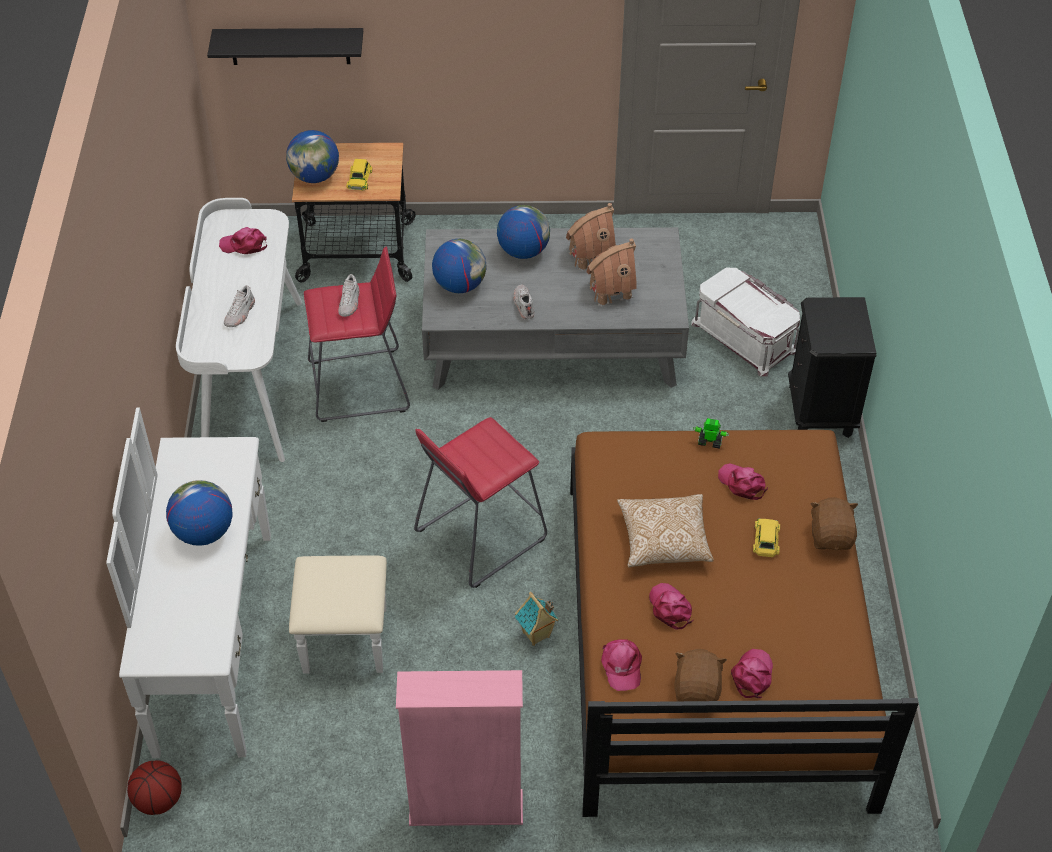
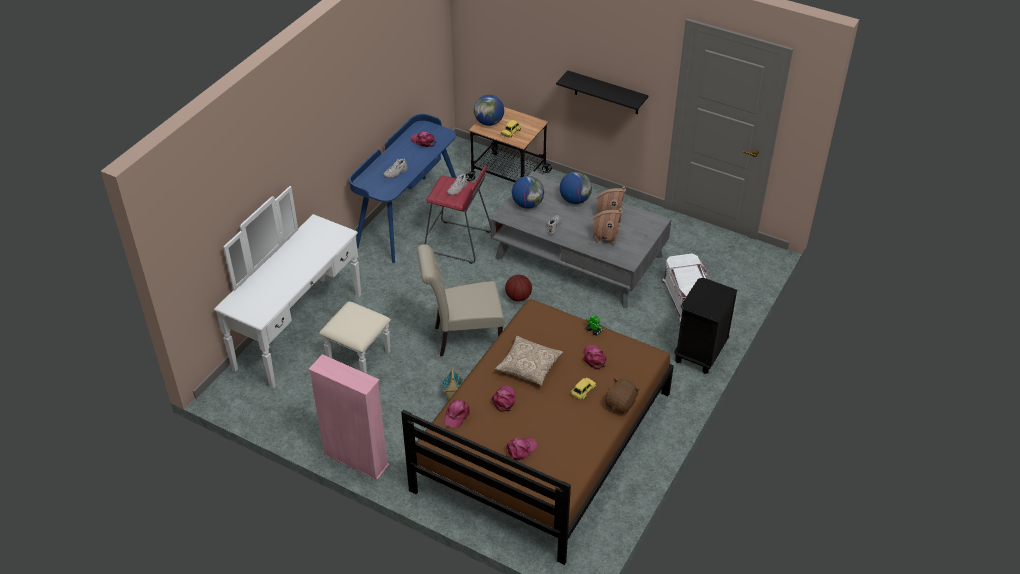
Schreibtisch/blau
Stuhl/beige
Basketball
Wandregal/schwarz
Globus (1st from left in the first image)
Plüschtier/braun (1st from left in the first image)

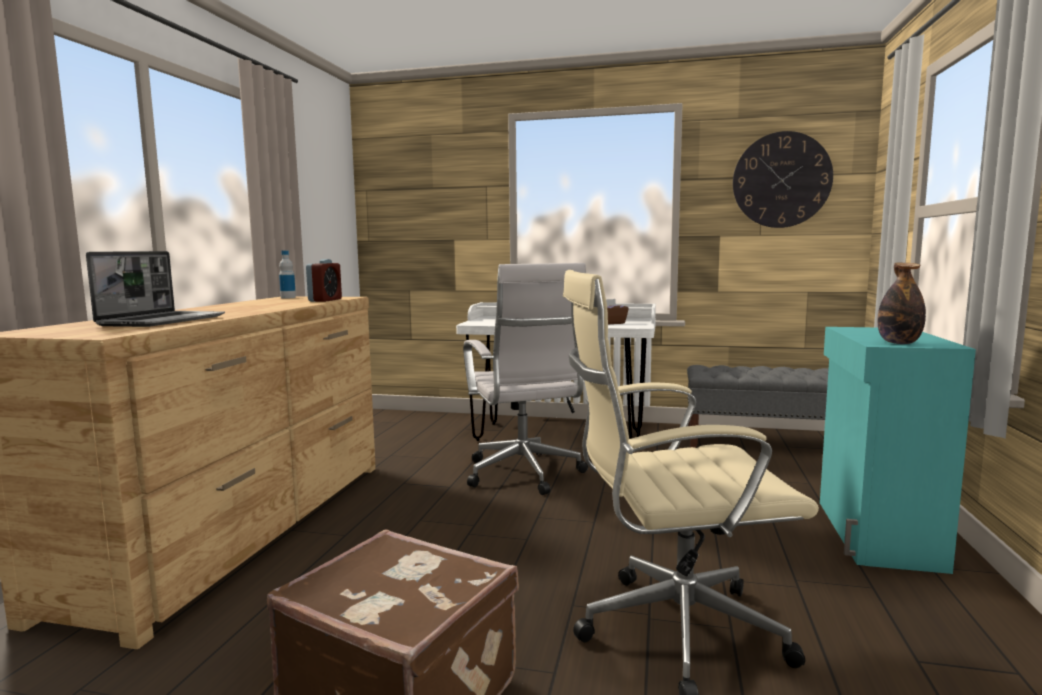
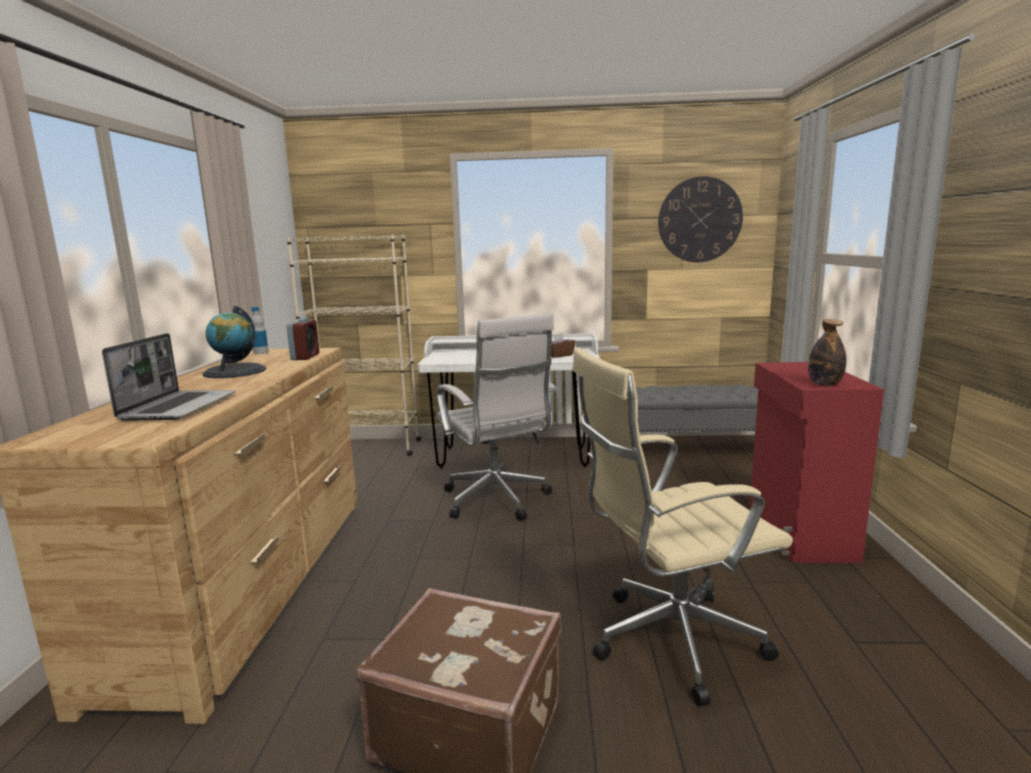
Globus
Bücherregal/beige
Schrank/rot

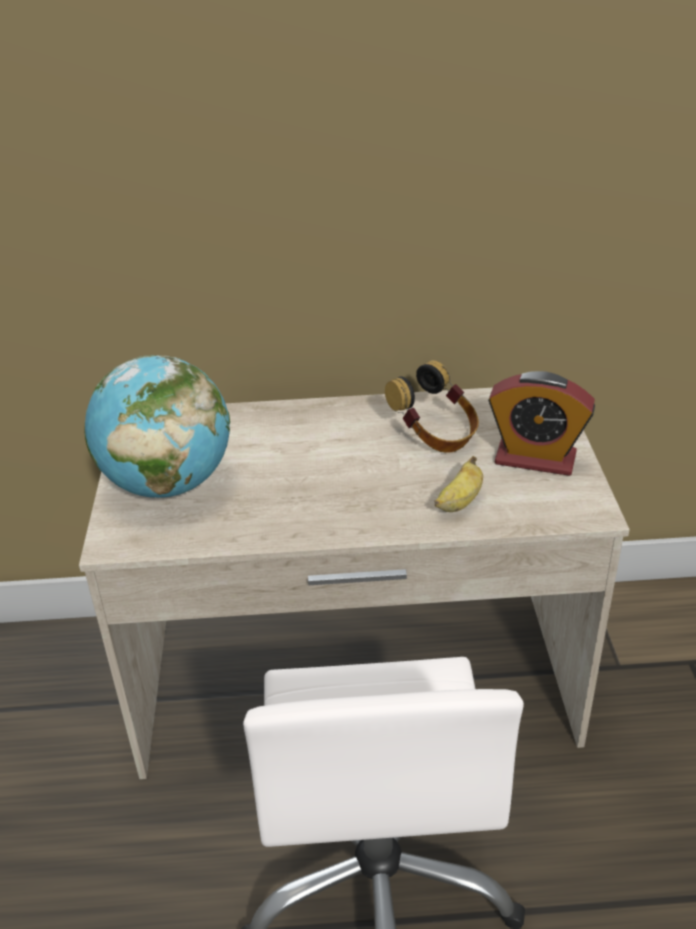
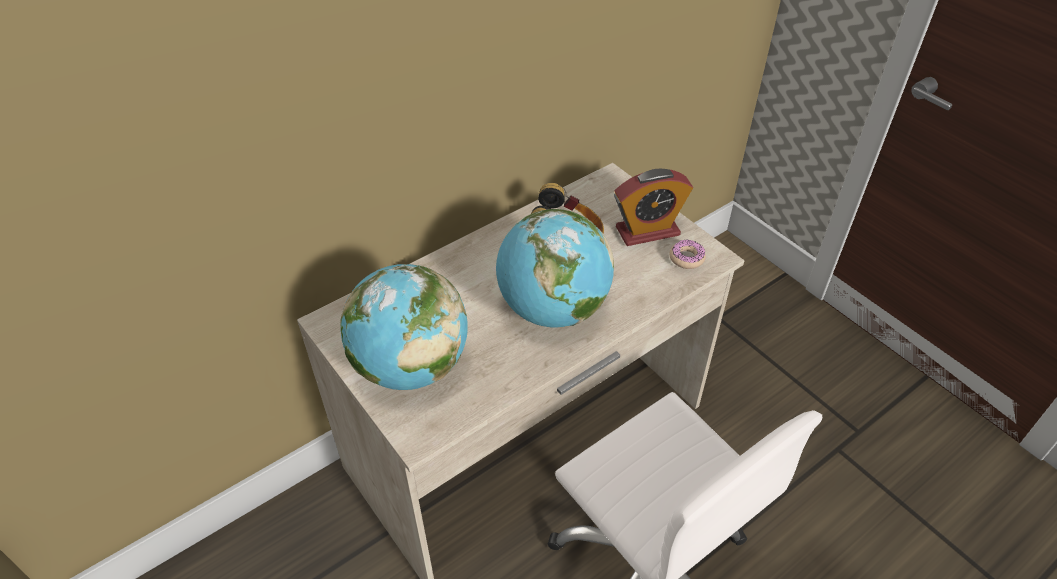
Globus (2nd from left)
Donut
Banane

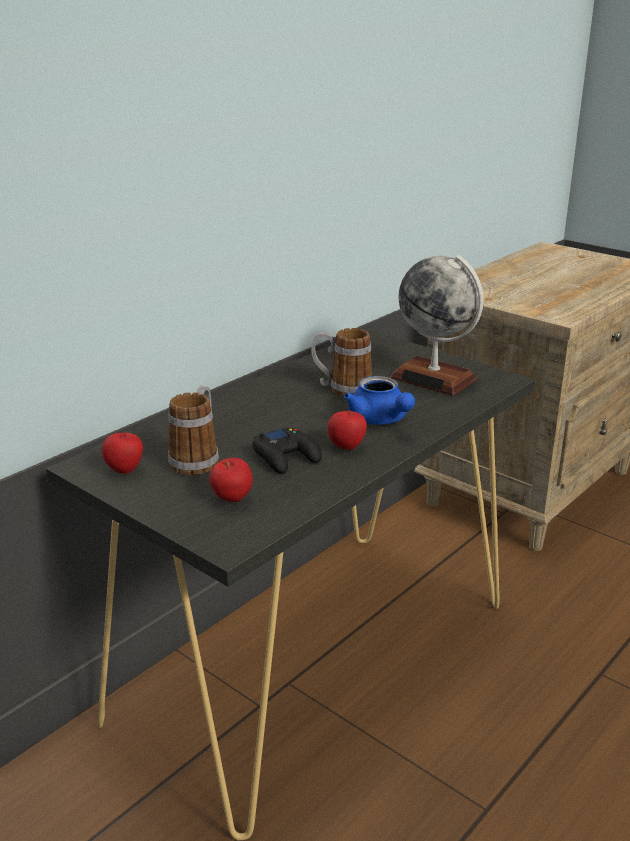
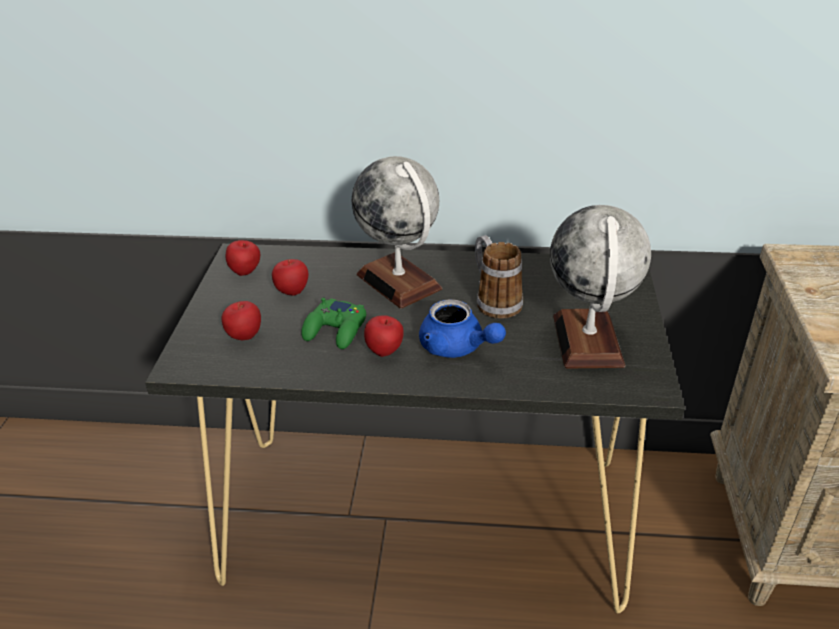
Apfel (3rd from left)
Gamepad/grün
Globus (1st from left)
Teekanne/blau

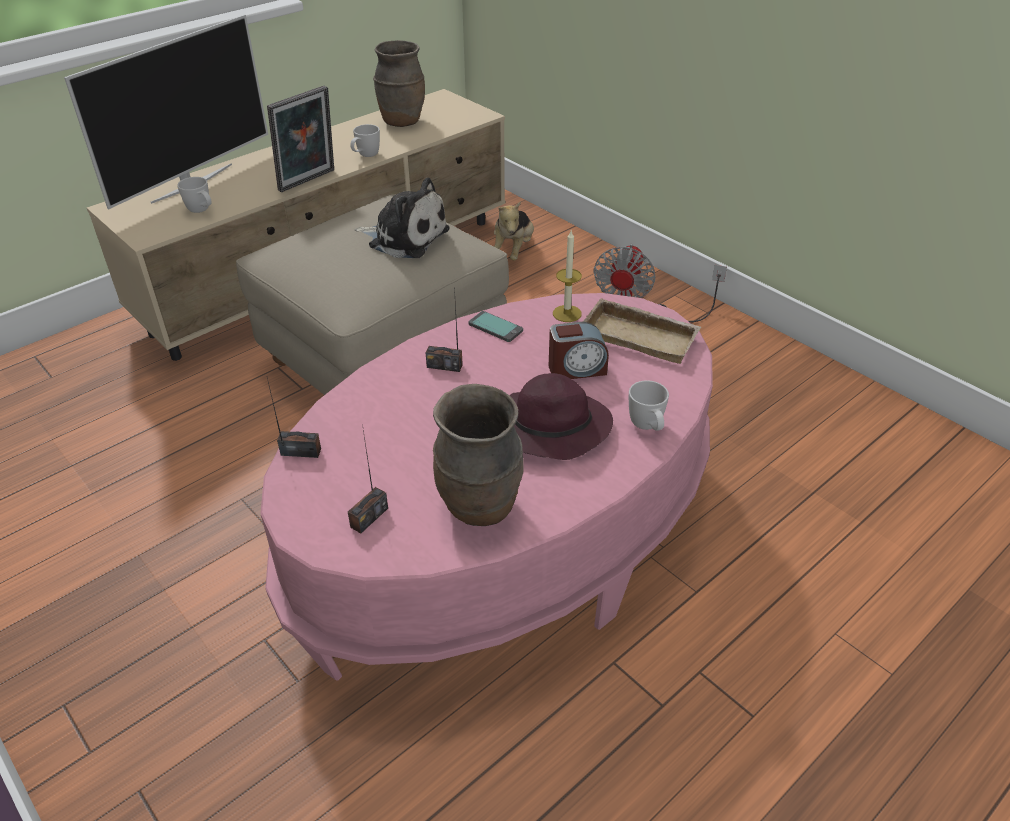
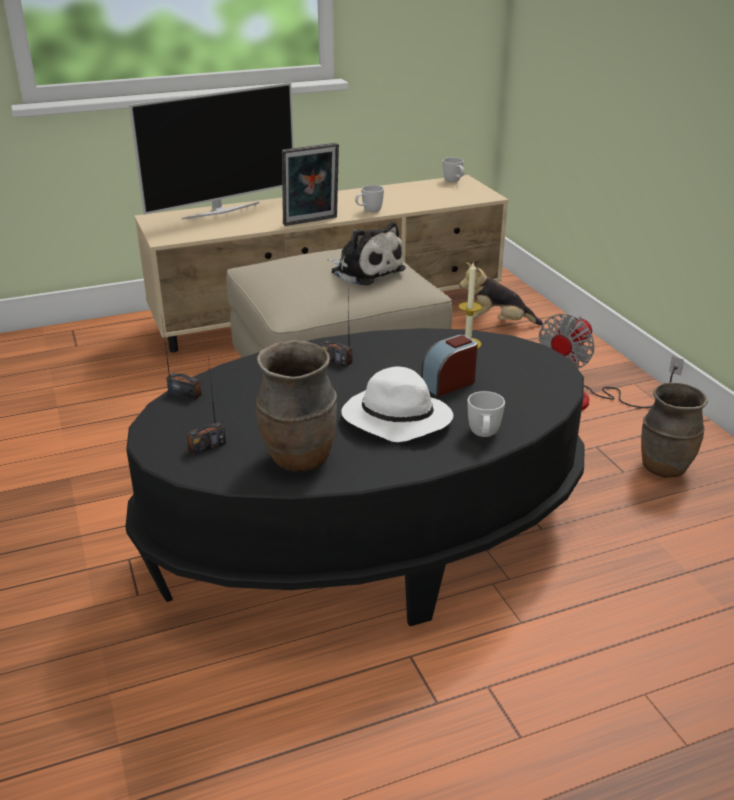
Couchtisch/schwarz
Hut/weiß
Wecker
Henkelbecher/weiß (2nd from left)
Plüschtier (2nd from left)
Vase/braun (2nd from left)
Handy
Tablett/beige

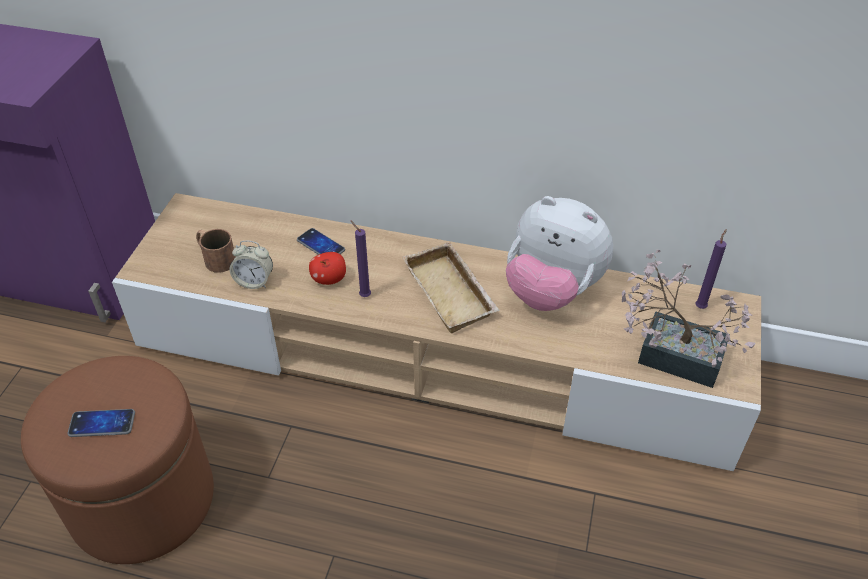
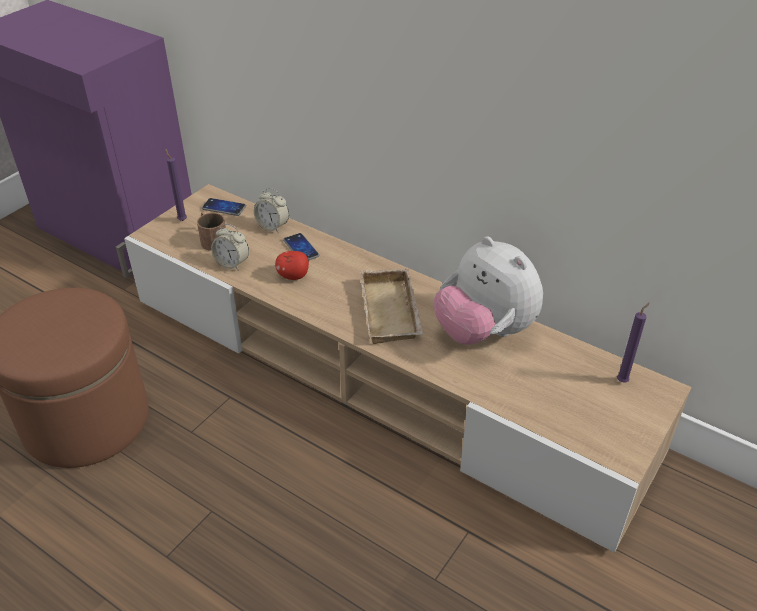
Kerze/lila (1st from left)
Handy (1st from left)
Wecker (2nd from left)
Topfpflanze

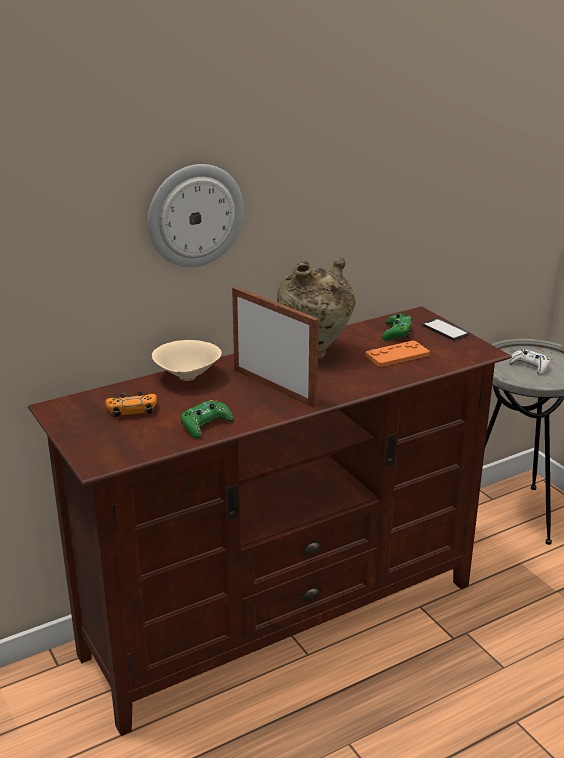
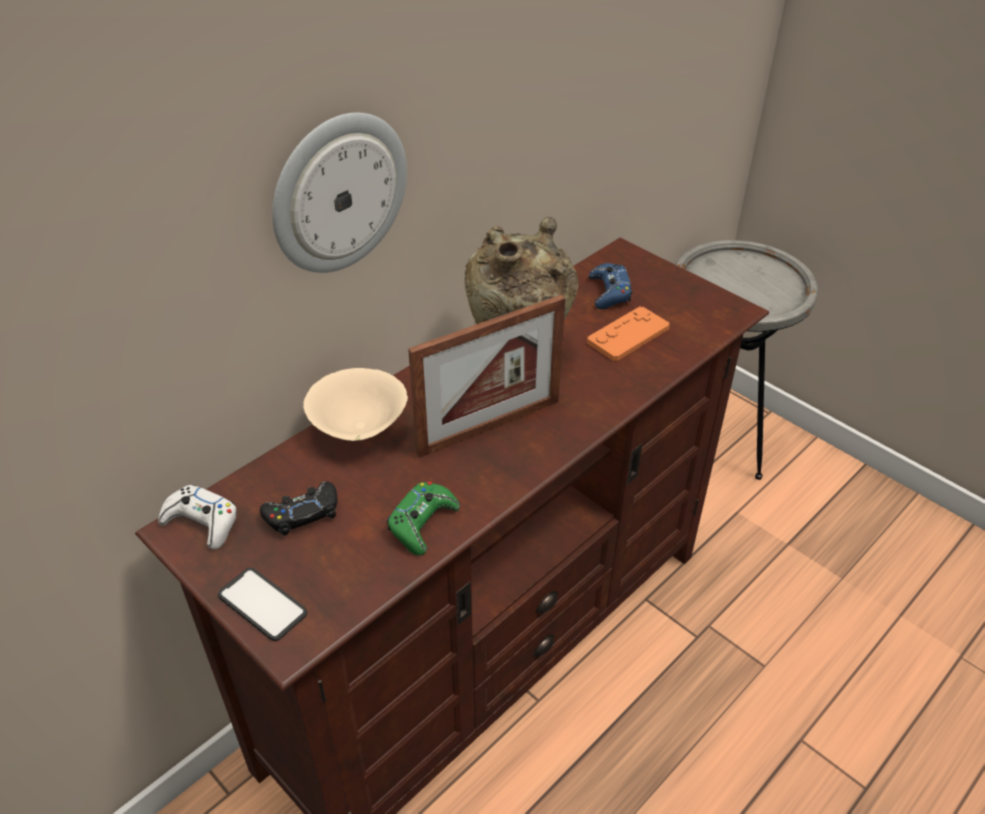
Gamepad/weiß
Handy
Gamepad/schwarz
Bilderrahmen
Gamepad/blau

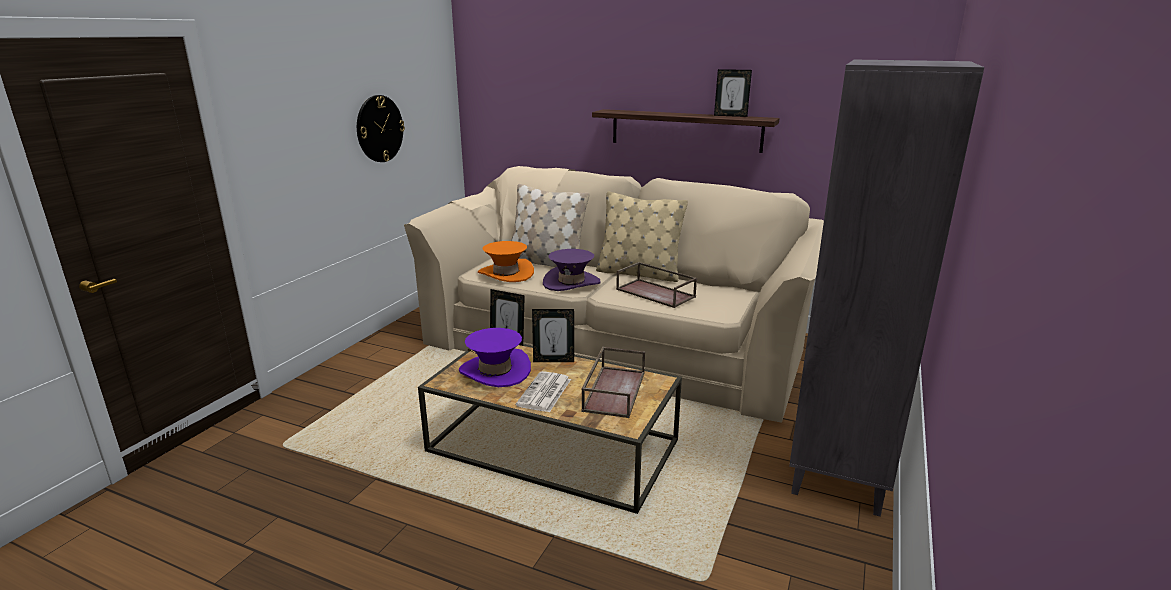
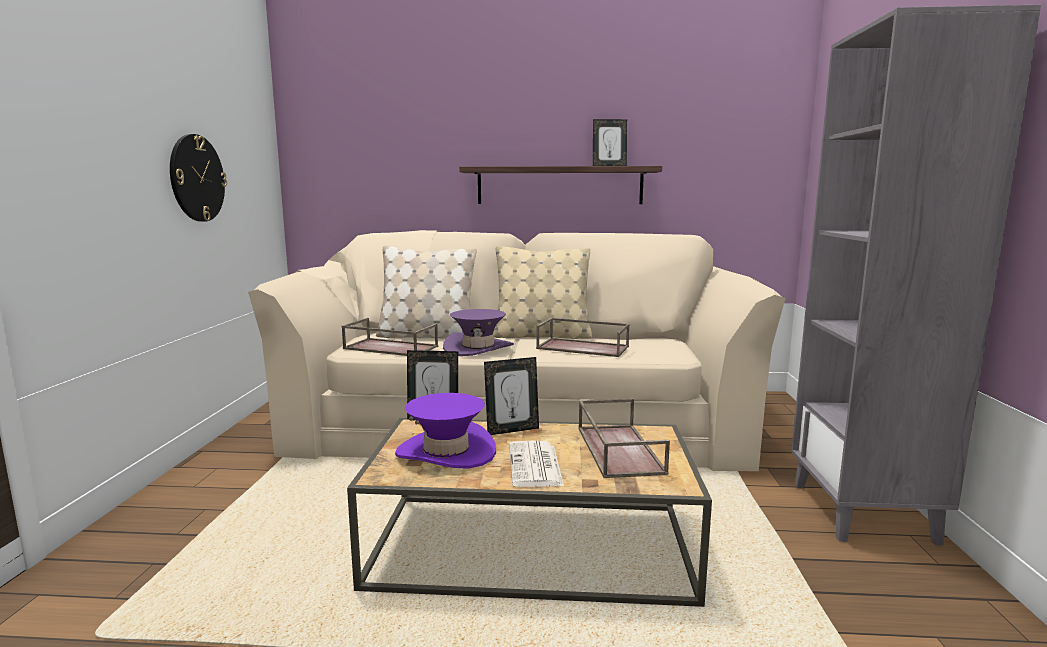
Tablett/braun (1st from left)

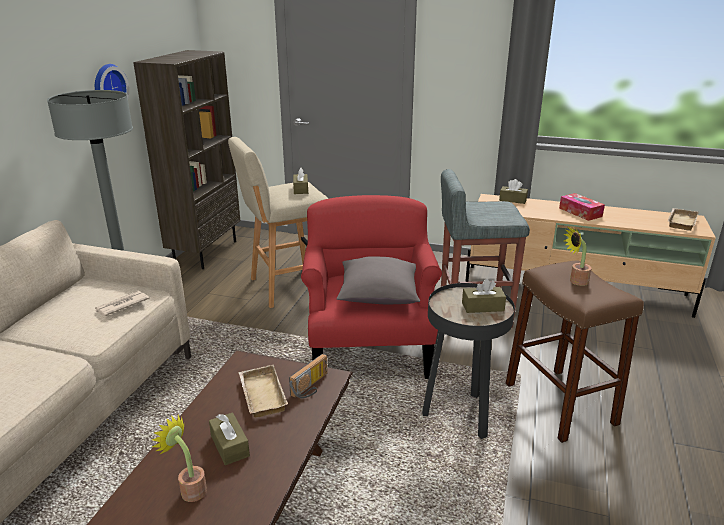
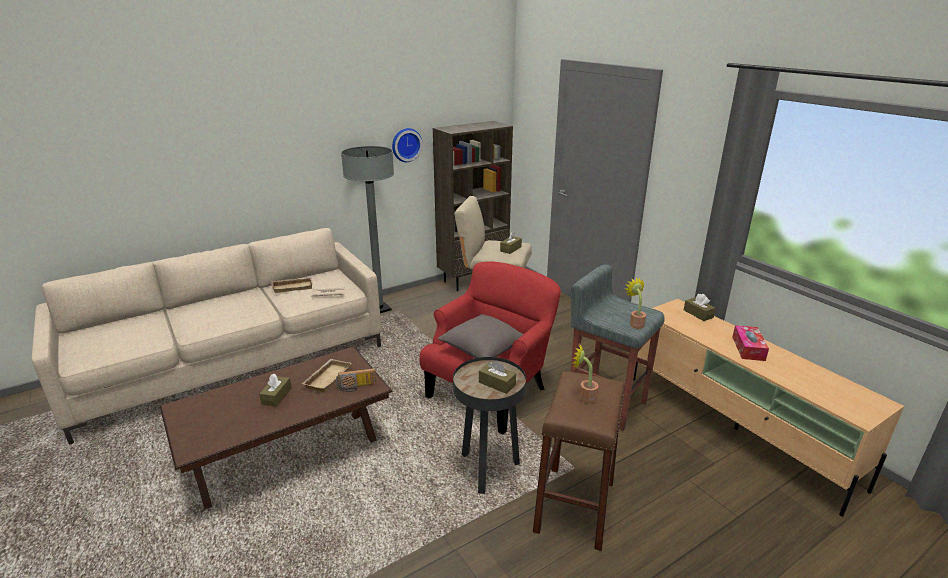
Tablett/beige (1st from left)
Topfpflanze (2nd from left)

